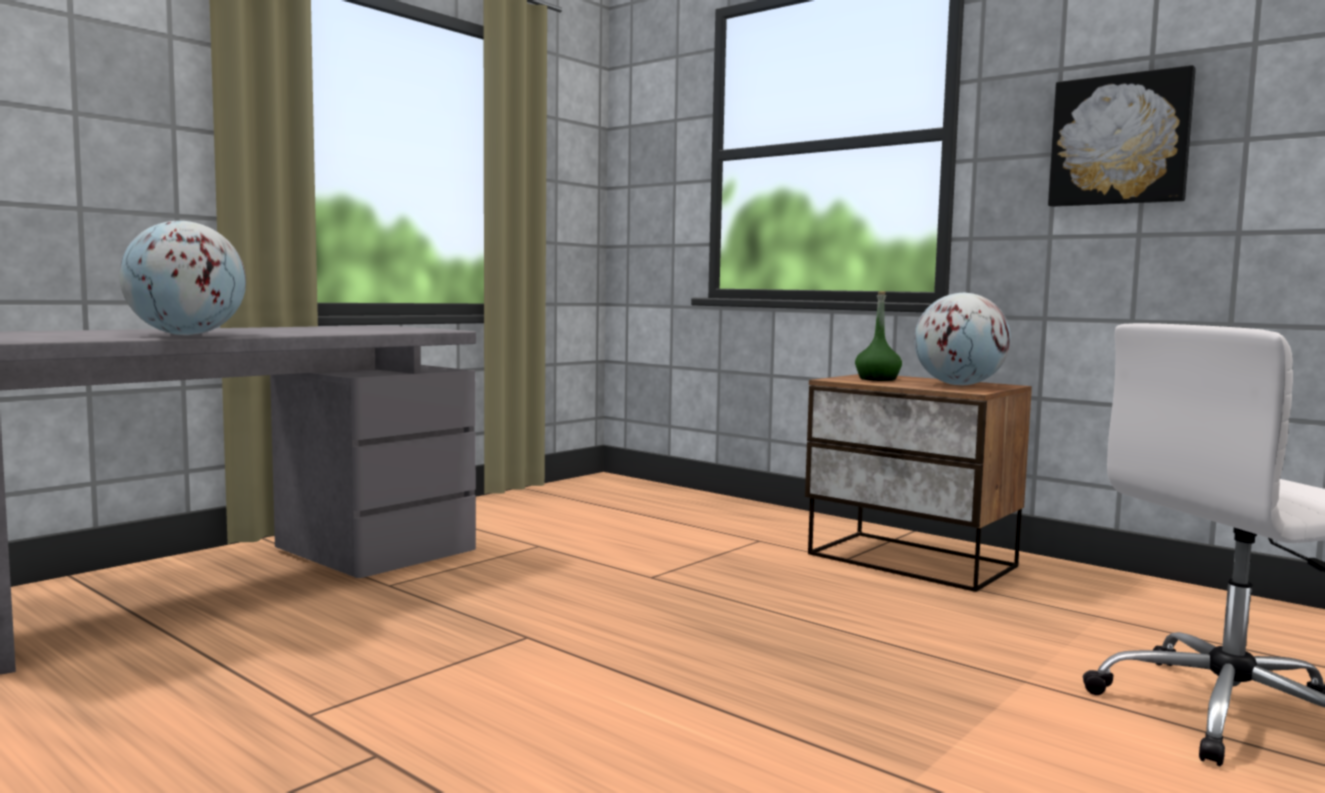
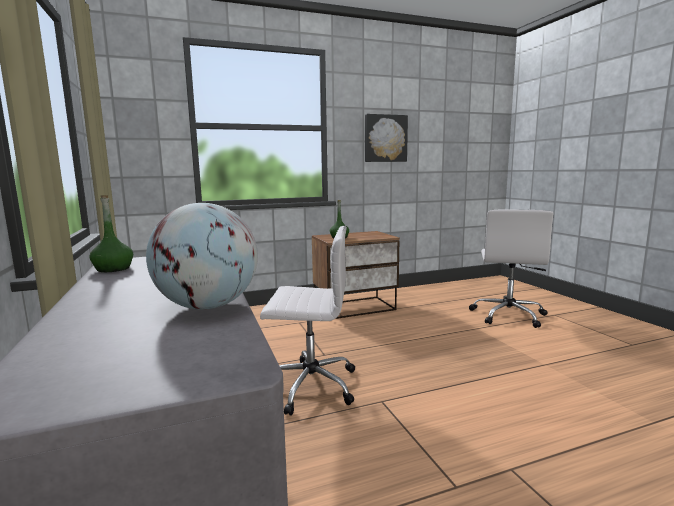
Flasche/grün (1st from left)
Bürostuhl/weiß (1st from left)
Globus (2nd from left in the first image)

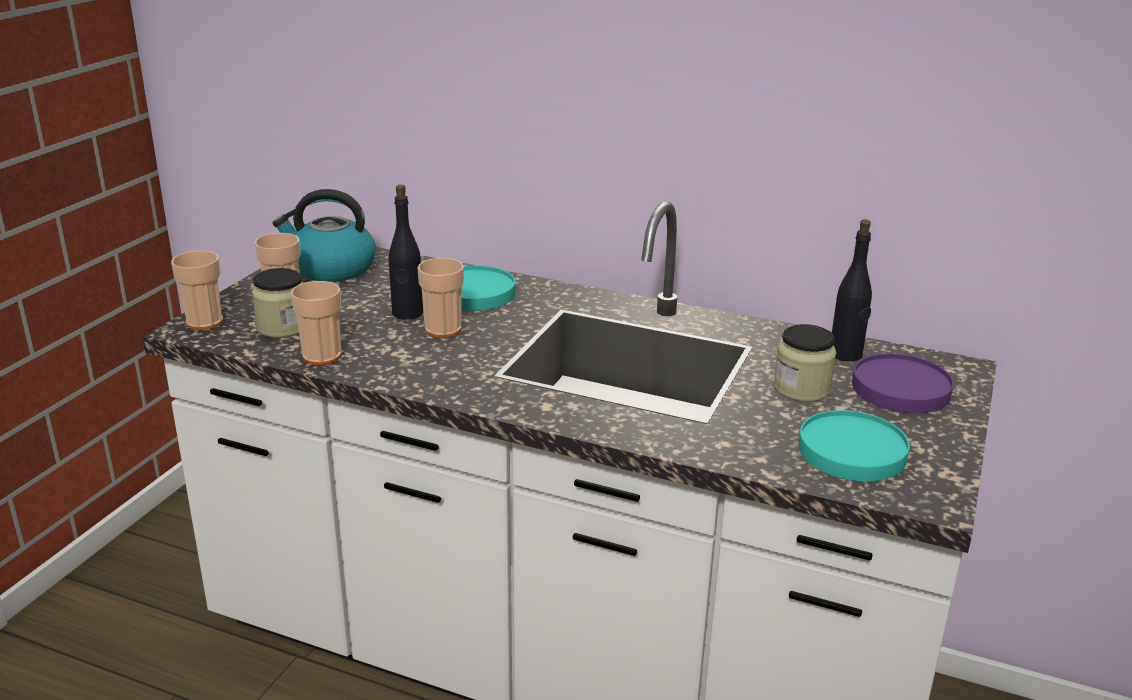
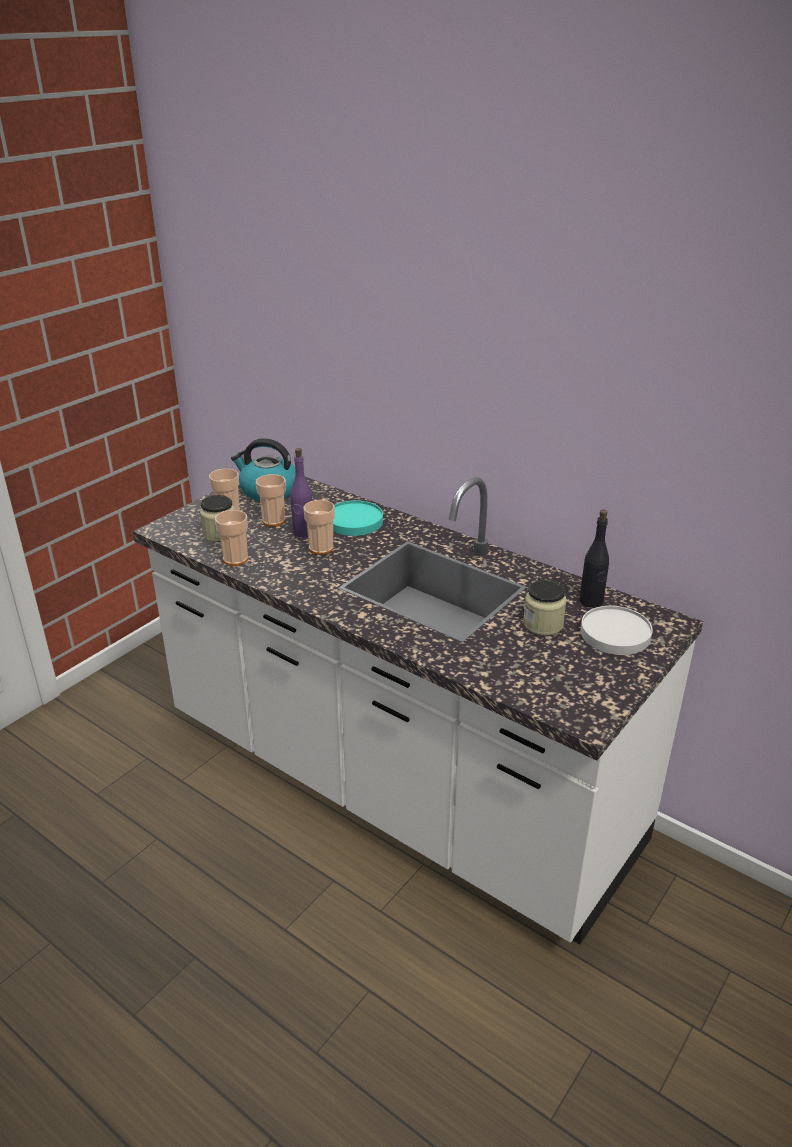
Tasse (3rd from left)
Flasche/lila
Teller/weiß
Teller/türkis (2nd from left in the first image)

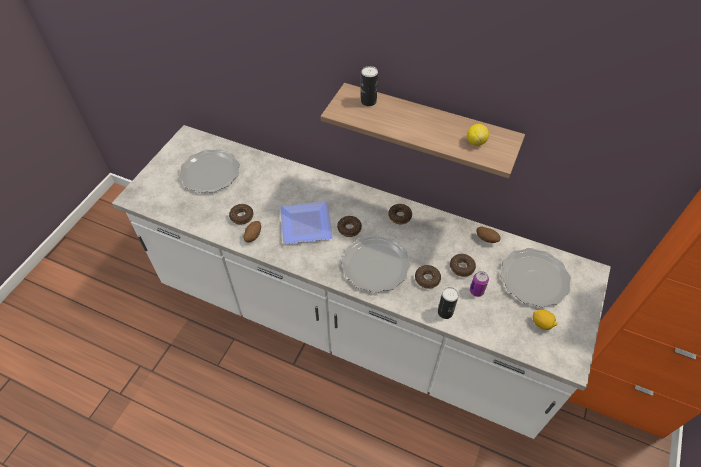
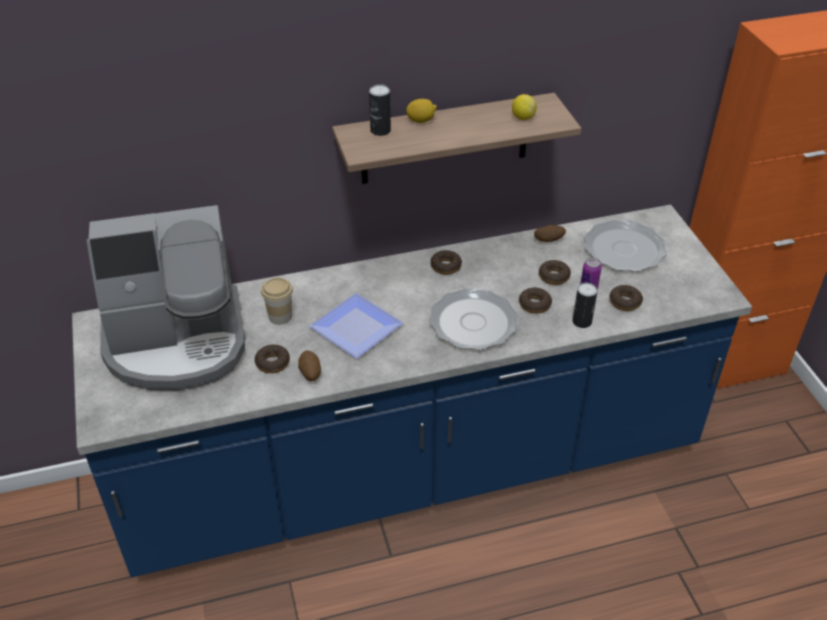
Küchenzeile/blau
Kaffeemaschine
Tasse
Zitrone (1st from left)
Donut (5th from left)

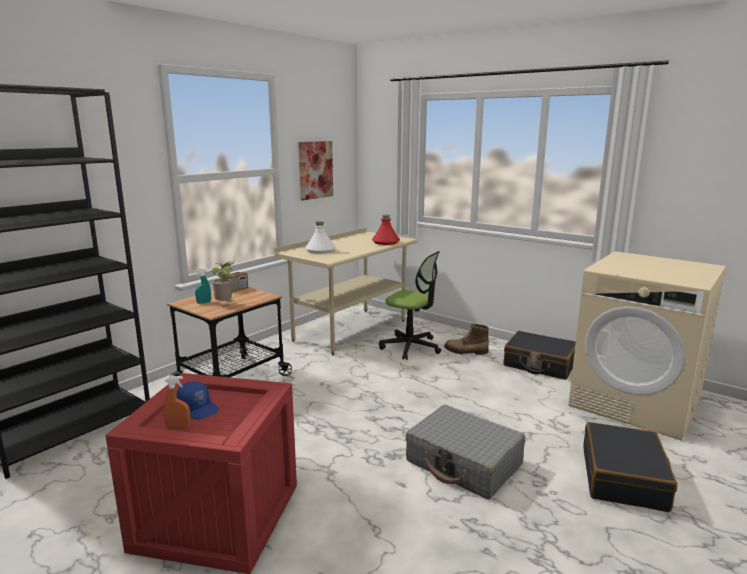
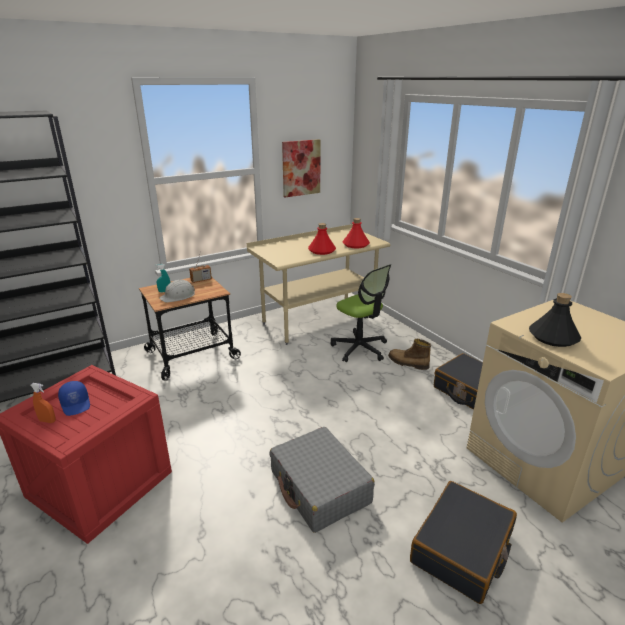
Schutzhelm/weiß
Flasche/rot (1st from left)
Flasche/schwarz
Flasche/weiß

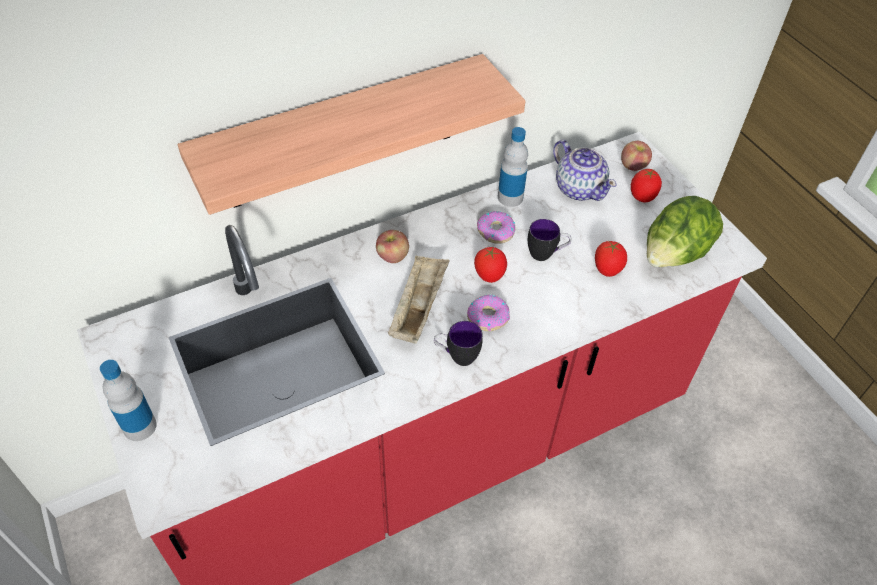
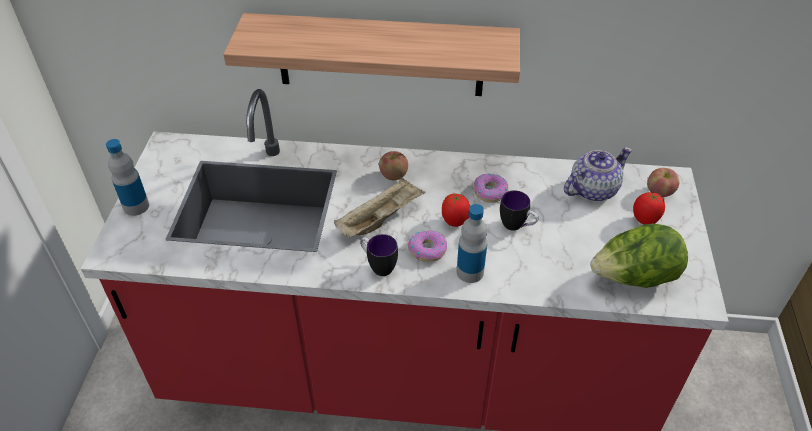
Flasche (2nd from left)
Teekanne
Tomate (2nd from left in the first image)

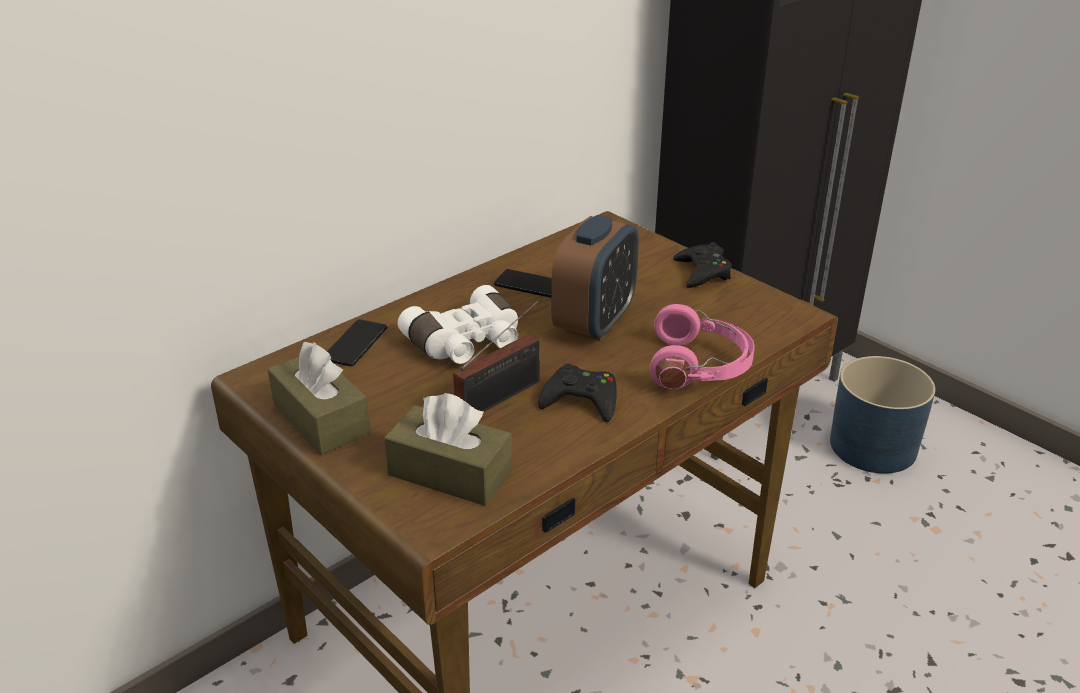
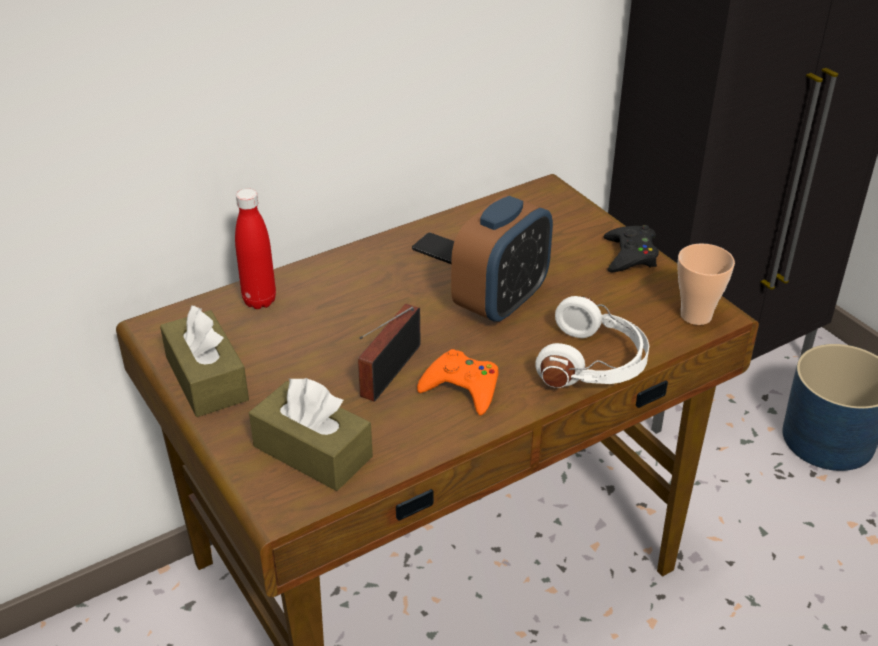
Flasche/rot
Radio
Gamepad/orange
Kopfhörer/weiß
Tasse
Fernglas/weiß

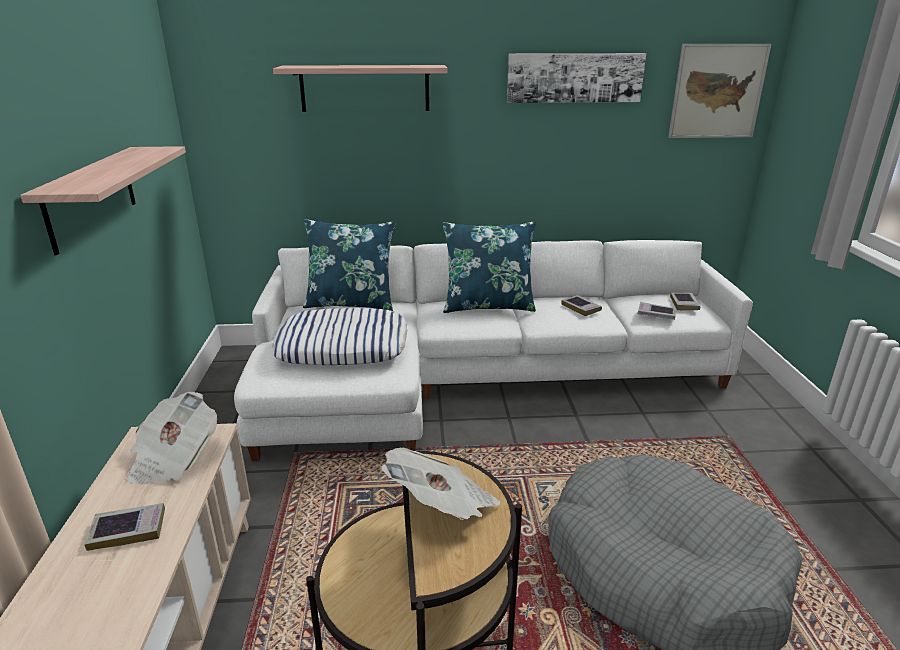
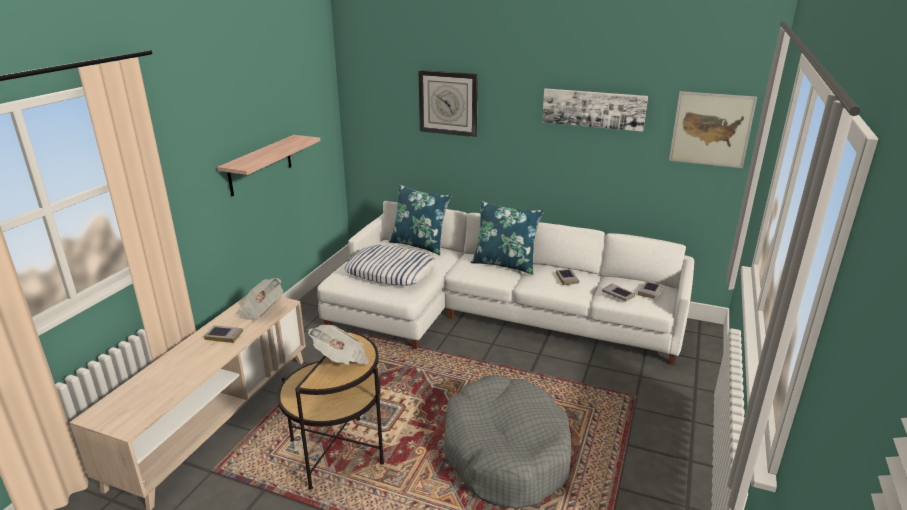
Wanduhr

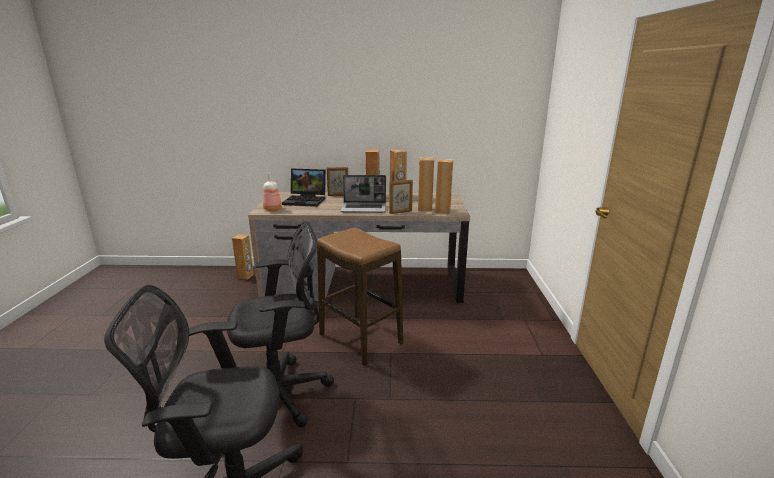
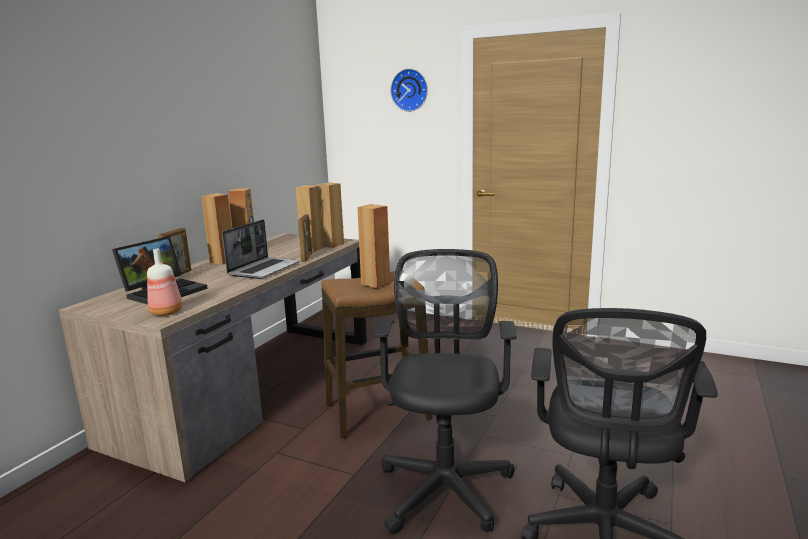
Lautsprecher/braun (5th from left)
Wanduhr

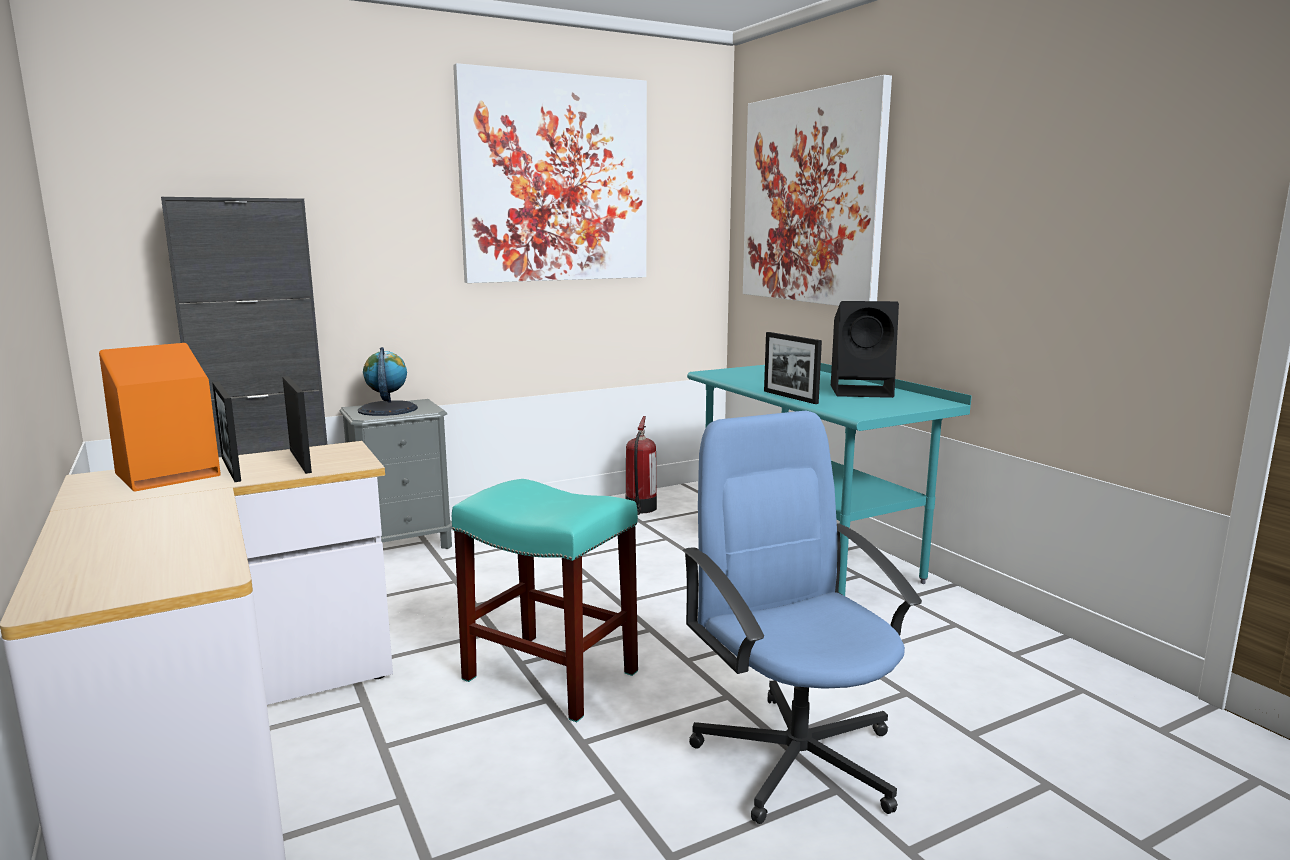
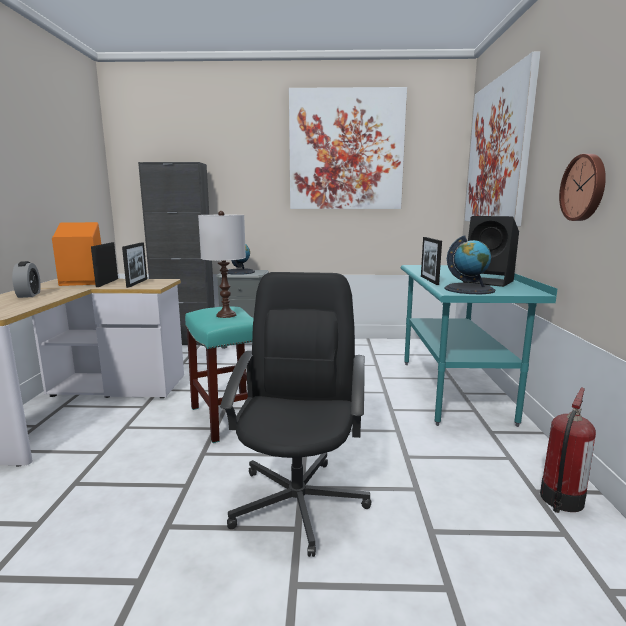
Wecker
Tischlampe/weiß
Bürostuhl/schwarz
Globus (2nd from left)
Feuerlöscher
Wanduhr

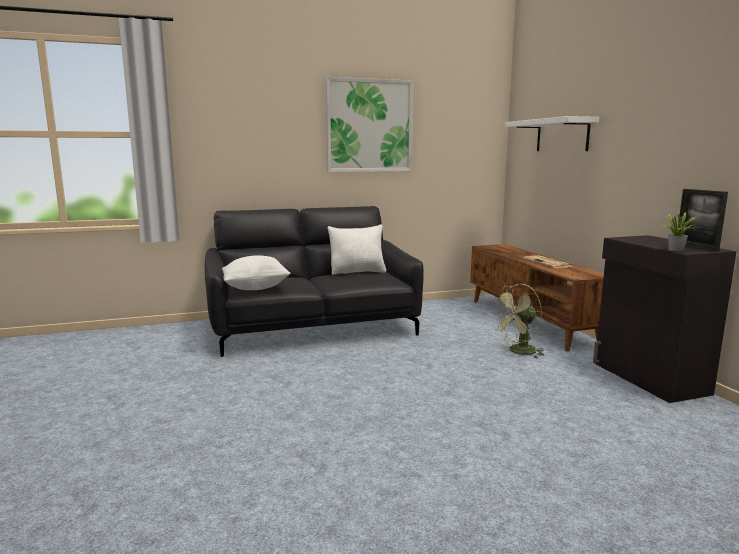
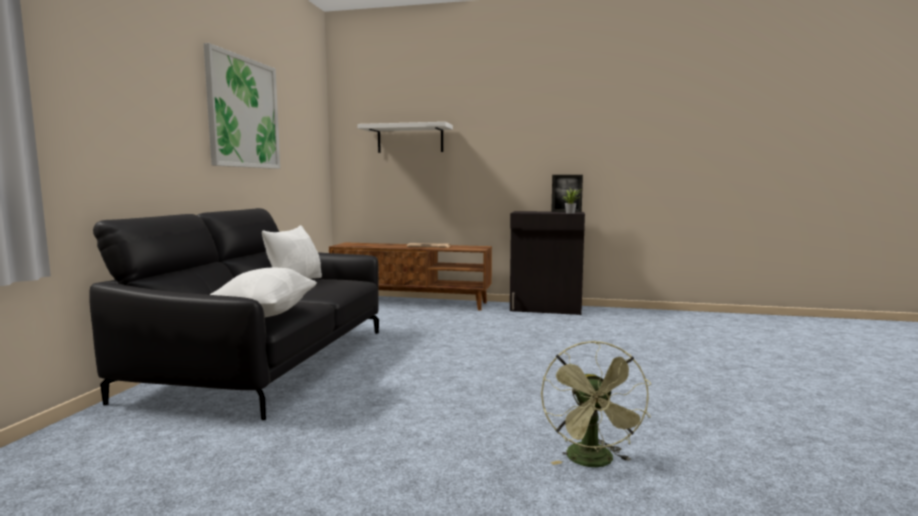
Ventilator/grün

